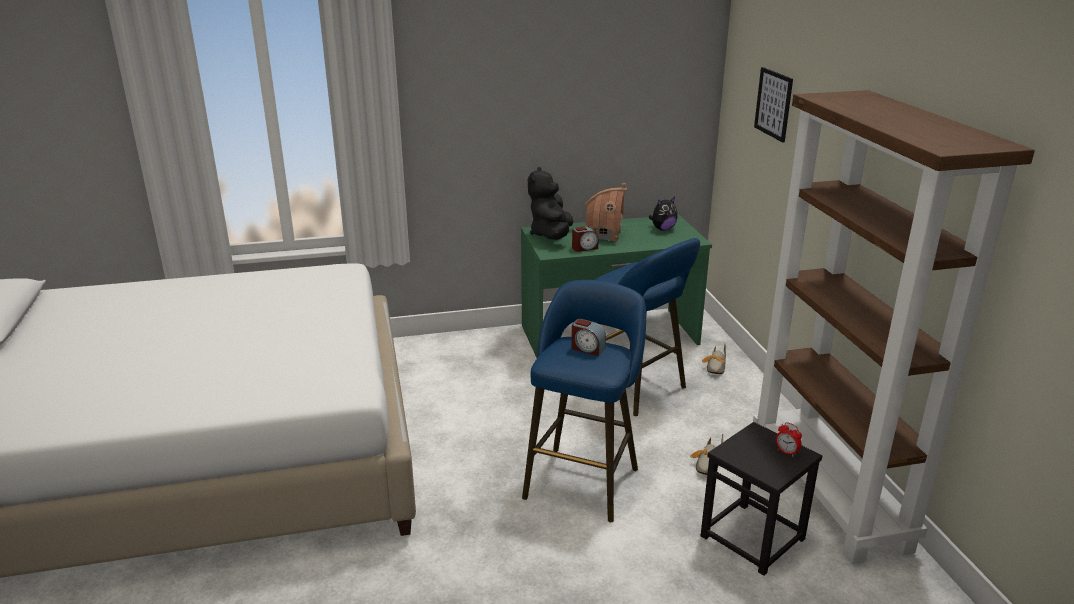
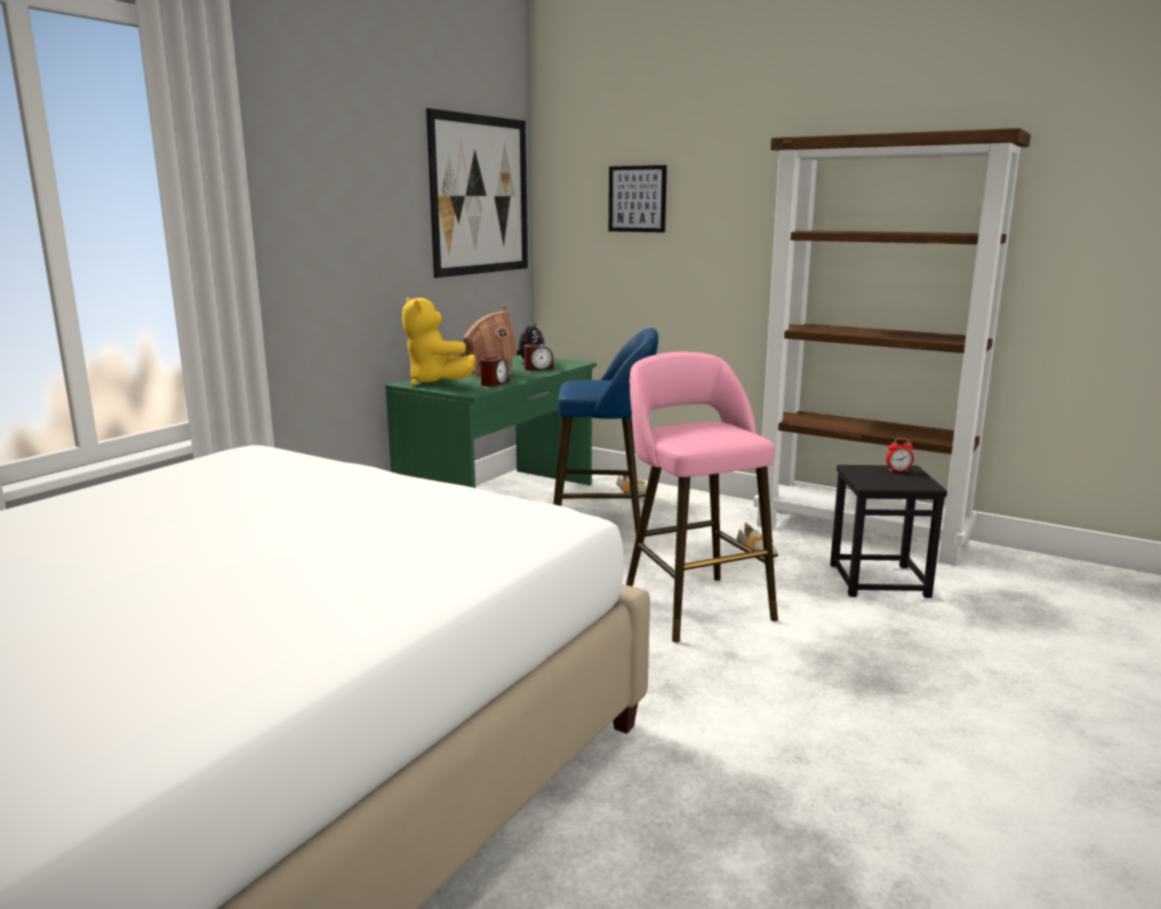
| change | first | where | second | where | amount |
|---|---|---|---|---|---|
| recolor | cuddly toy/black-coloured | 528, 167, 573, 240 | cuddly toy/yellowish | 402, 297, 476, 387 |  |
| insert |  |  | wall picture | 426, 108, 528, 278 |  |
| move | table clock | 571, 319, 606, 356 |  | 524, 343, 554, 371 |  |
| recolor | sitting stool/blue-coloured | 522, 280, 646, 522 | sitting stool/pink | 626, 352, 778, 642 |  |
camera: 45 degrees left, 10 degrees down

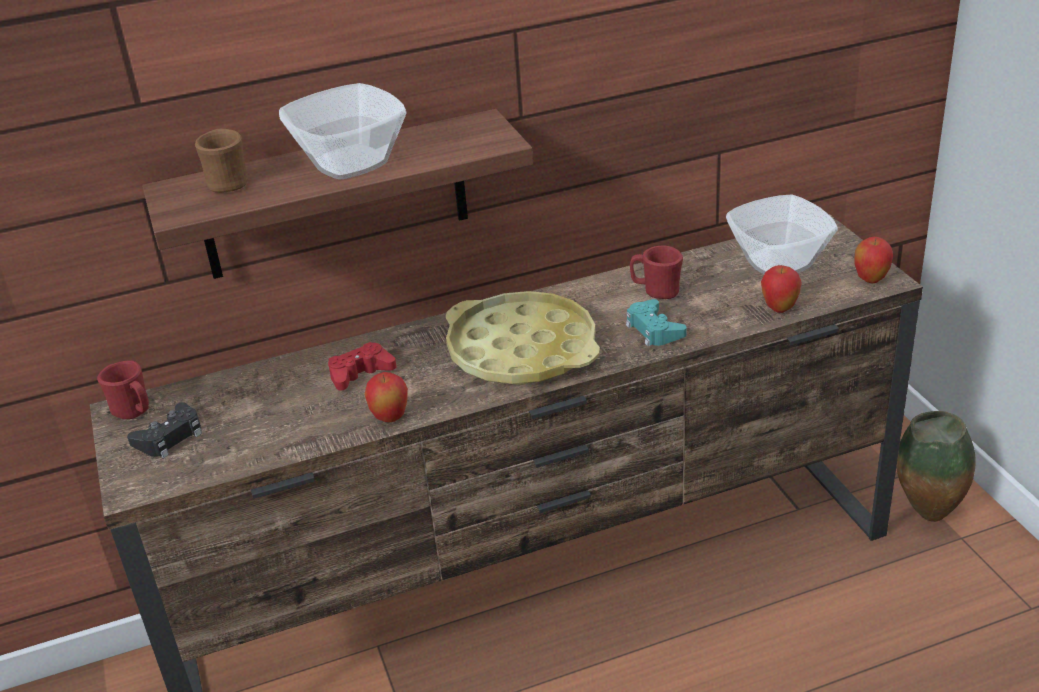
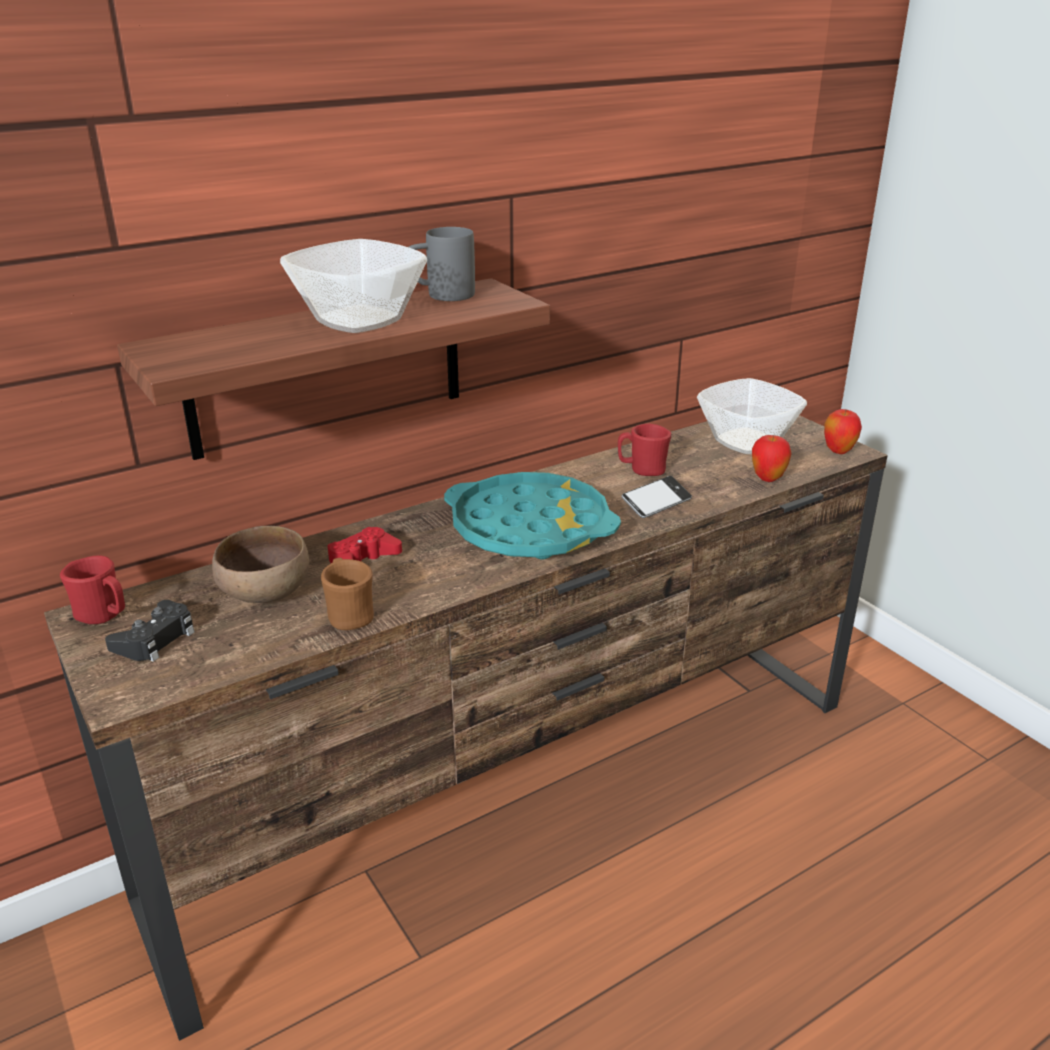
| change | first | where | second | where | amount |
|---|---|---|---|---|---|
| insert |  |  | serving bowl/brownish | 212, 526, 309, 603 |  |
| move | tea mug/brownish | 195, 128, 248, 193 |  | 321, 558, 374, 630 |  |
| insert |  |  | tea mug/grey | 409, 227, 475, 301 |  |
| recolor | carrying tray/yellowish | 446, 291, 600, 385 | carrying tray/turquoise | 444, 472, 621, 559 |  |
| replace | game controller/turquoise | 626, 299, 687, 346 | phone | 621, 476, 692, 518 |  |
| delete | apple | 364, 372, 408, 422 |  |  |  |
| delete | vase | 896, 411, 976, 522 |  |  |  |
camera: 15 degrees left, 5 degrees down

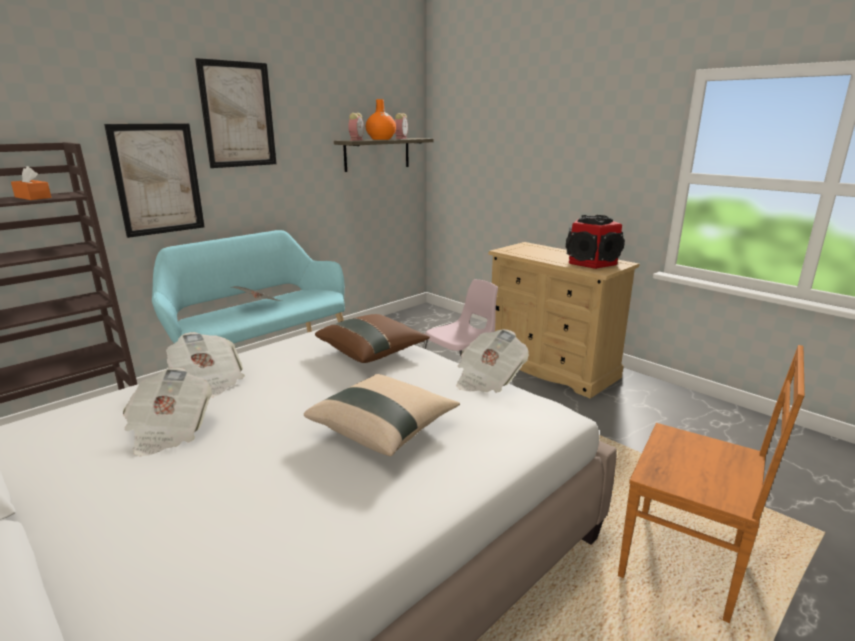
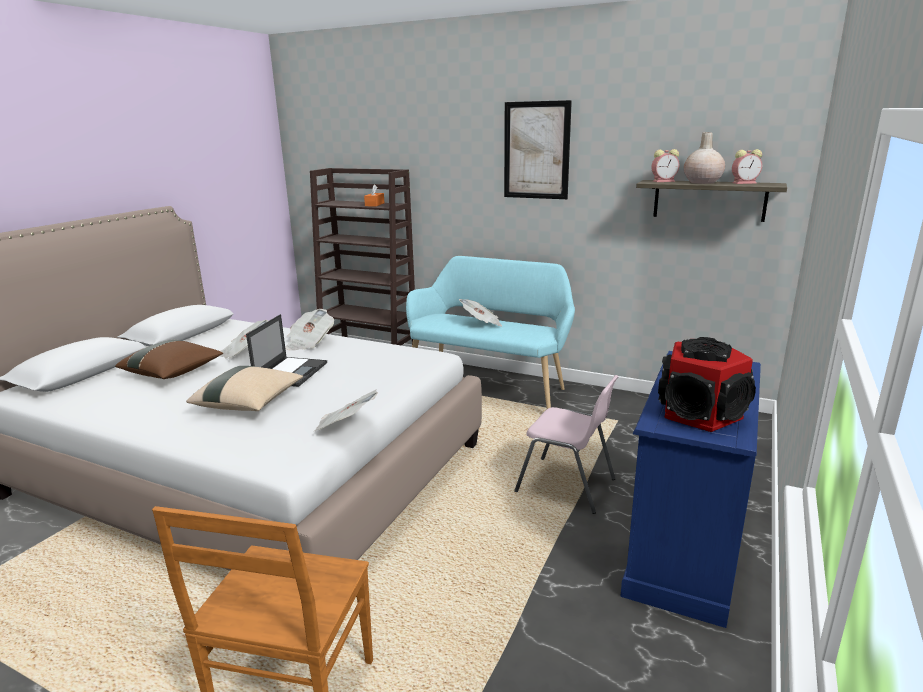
| change | first | where | second | where | amount |
|---|---|---|---|---|---|
| move | cushion/brownish | 315, 314, 430, 363 |  | 115, 340, 223, 379 |  |
| insert |  |  | notebook computer | 246, 314, 327, 387 |  |
| recolor | drawer chest/beige | 488, 242, 639, 398 | drawer chest/blue-coloured | 620, 351, 761, 628 |  |
| recolor | vase/orangey | 366, 99, 396, 140 | vase/beige | 684, 132, 725, 184 |  |
| delete | wall picture | 104, 123, 205, 238 |  |  |  |
camera: 70 degrees right, 0 degrees up

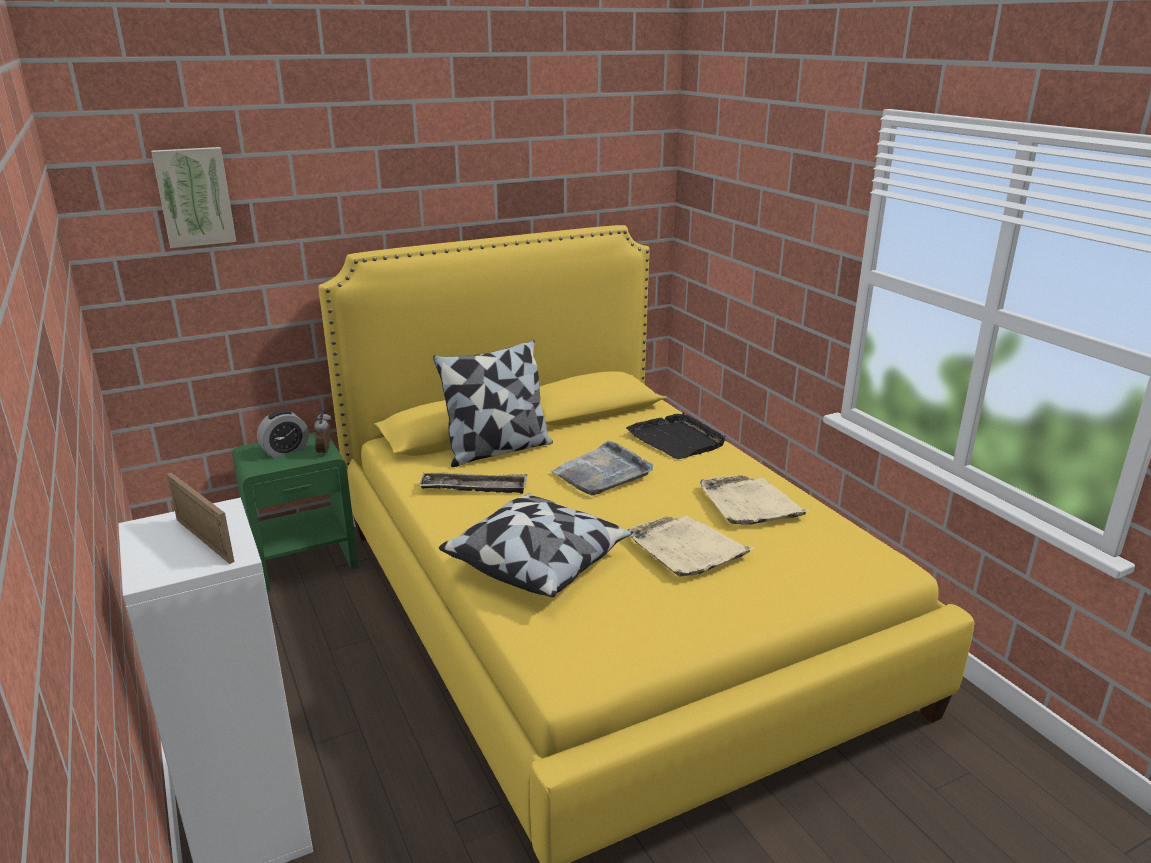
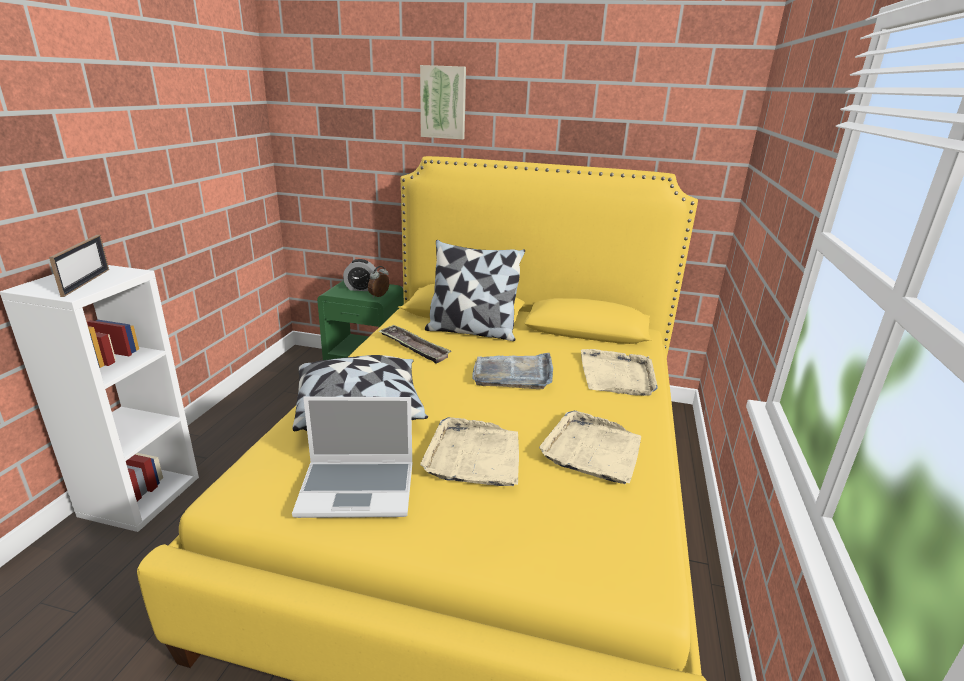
| change | first | where | second | where | amount |
|---|---|---|---|---|---|
| insert |  |  | notebook computer | 292, 397, 413, 518 |  |
| move | wall picture | 151, 147, 236, 248 |  | 420, 65, 466, 140 |  |
| recolor | carrying tray/black-coloured | 626, 412, 727, 459 | carrying tray/beige | 581, 349, 658, 396 |  |
camera: 40 degrees right, 0 degrees up

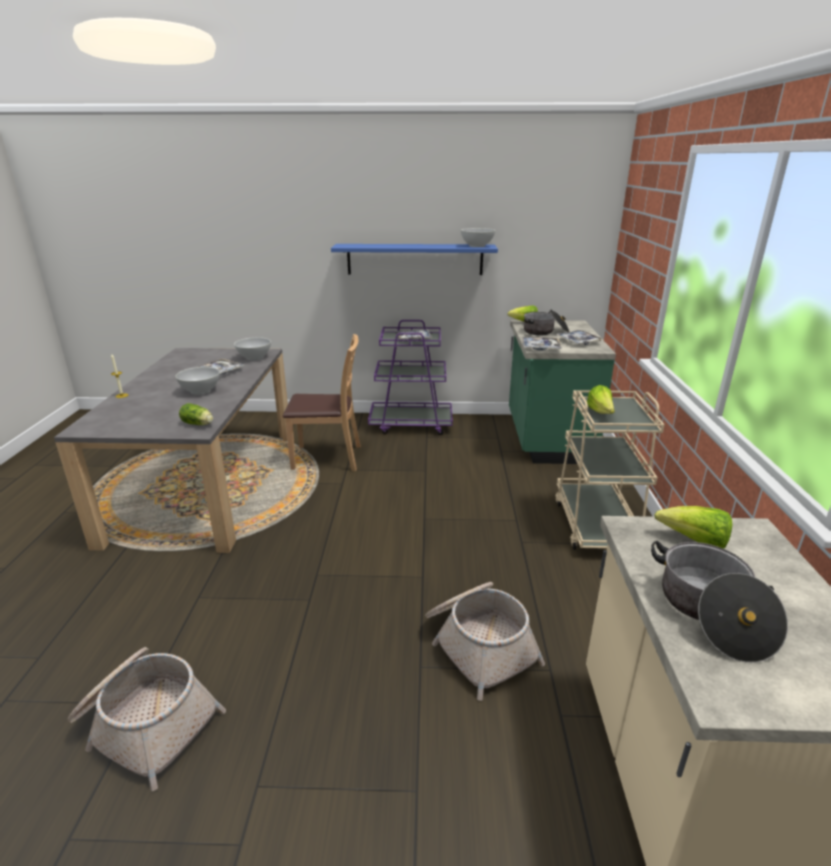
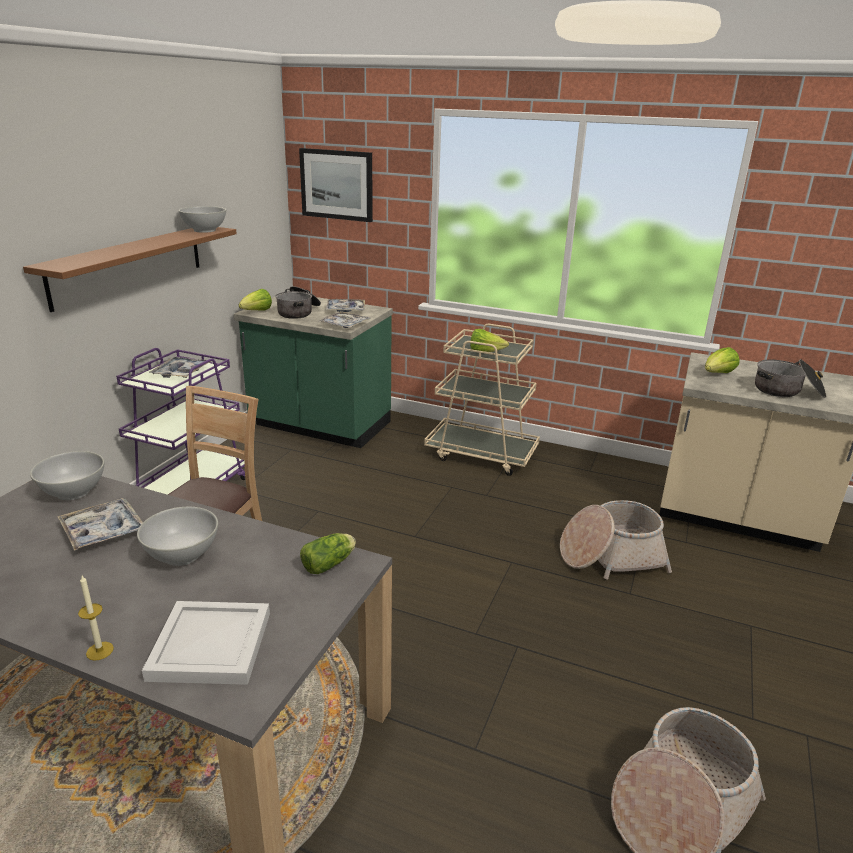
| change | first | where | second | where | amount |
|---|---|---|---|---|---|
| recolor | shelf/blue-coloured | 331, 244, 498, 275 | shelf/brownish | 23, 227, 237, 312 |  |
| insert |  |  | carrying tray/whitish | 142, 601, 270, 685 |  |
| insert |  |  | wall picture | 299, 148, 373, 222 |  |
camera: 70 degrees left, 0 degrees up

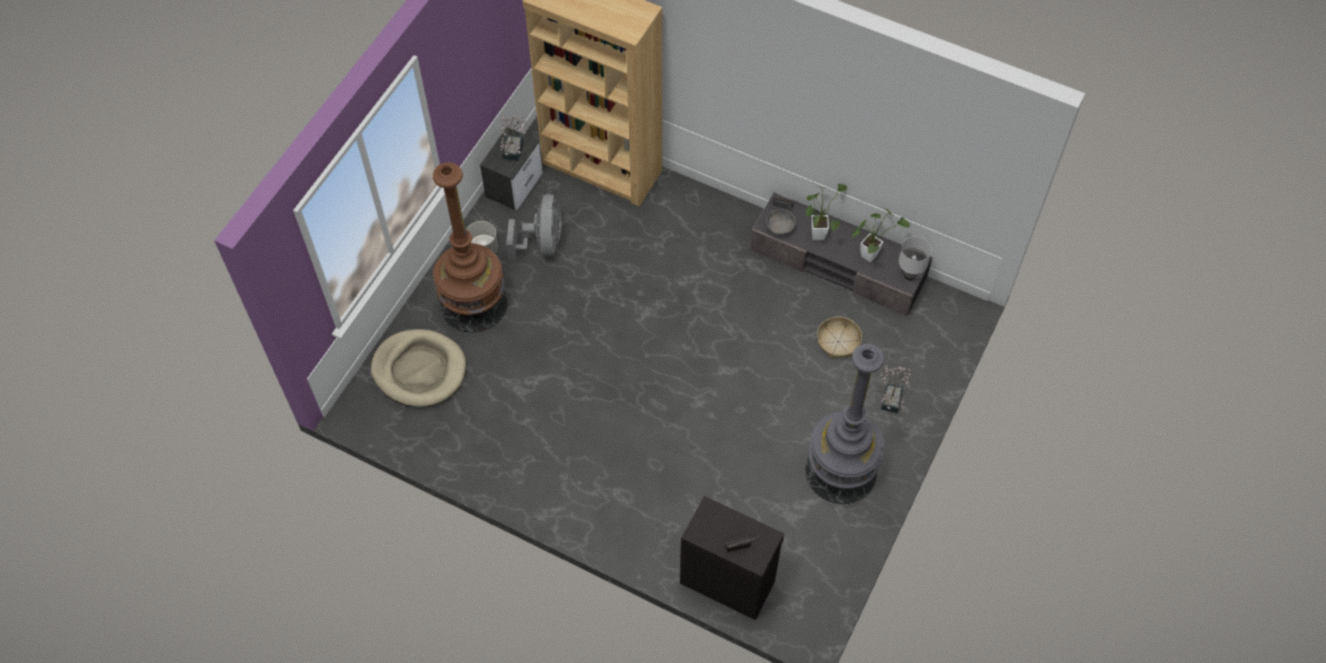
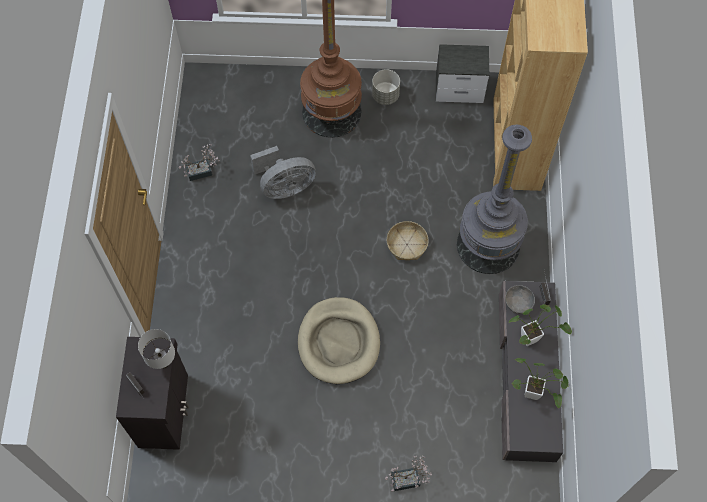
| change | first | where | second | where | amount |
|---|---|---|---|---|---|
| move | lamp for a table/whitish | 899, 236, 932, 280 |  | 138, 329, 175, 369 |  |
| move | houseplant | 498, 115, 526, 161 |  | 179, 144, 220, 181 |  |
| move | fan/grey | 506, 194, 562, 262 |  | 250, 146, 316, 199 |  |
| move | dog cushion/beige | 371, 329, 466, 407 |  | 298, 297, 380, 384 |  |
| move | basket | 817, 317, 862, 358 |  | 387, 221, 429, 260 |  |
| move | floor lamp/grey | 805, 344, 884, 504 |  | 457, 125, 532, 274 |  |
camera: 65 degrees right, 5 degrees up

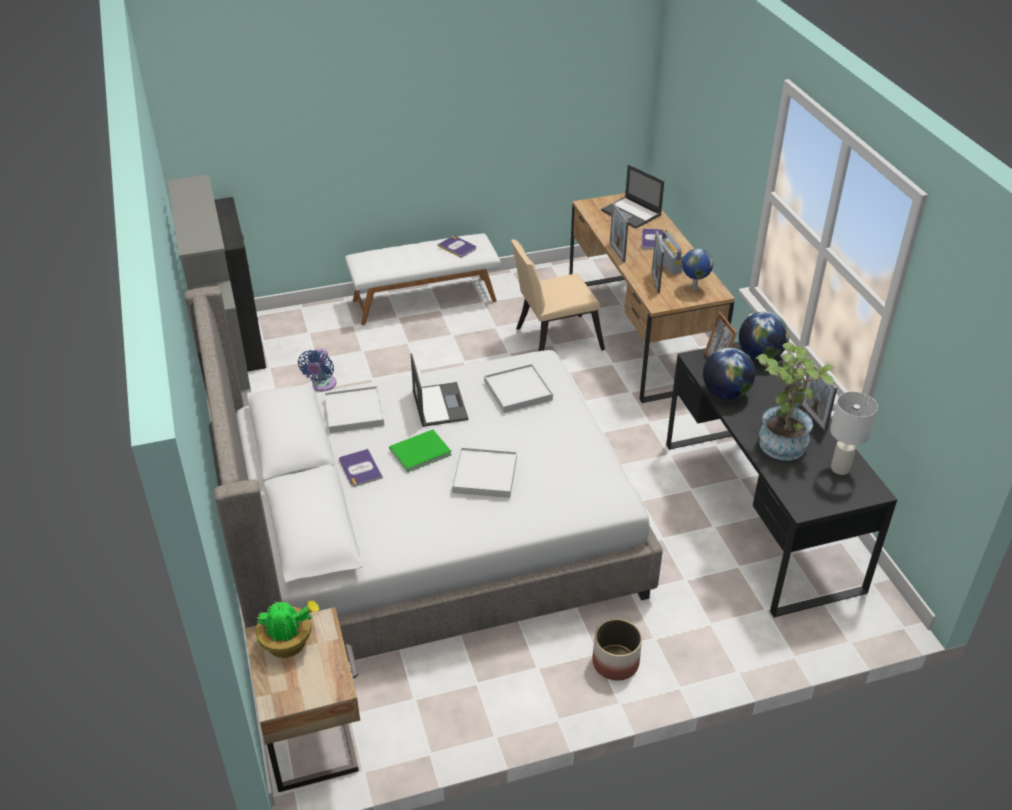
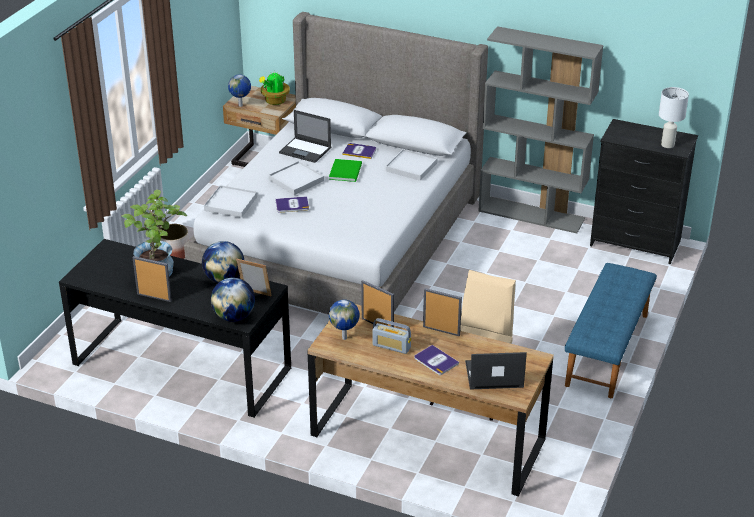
| change | first | where | second | where | amount |
|---|---|---|---|---|---|
| move | carrying tray/whitish | 484, 364, 553, 413 |  | 204, 185, 257, 218 |  |
| insert |  |  | desk globe | 228, 74, 251, 107 |  |
| move | volume | 437, 236, 476, 258 |  | 275, 196, 309, 213 |  |
| move | notebook computer | 411, 353, 468, 427 |  | 279, 110, 331, 163 |  |
| recolor | bench/whitish | 345, 233, 501, 325 | bench/blue-coloured | 565, 263, 657, 398 |  |
| move | lamp for a table/whitish | 830, 391, 878, 475 |  | 659, 87, 689, 148 |  |
| delete | fan/blue-coloured | 298, 348, 336, 392 |  |  |  |
camera: 130 degrees right, 5 degrees down

